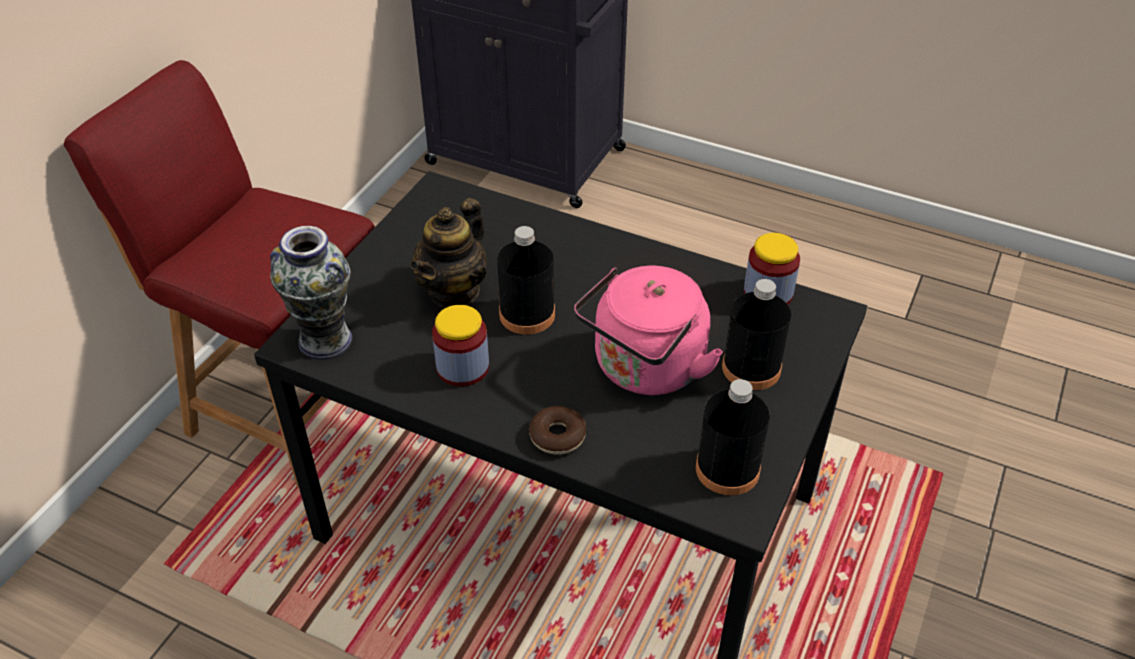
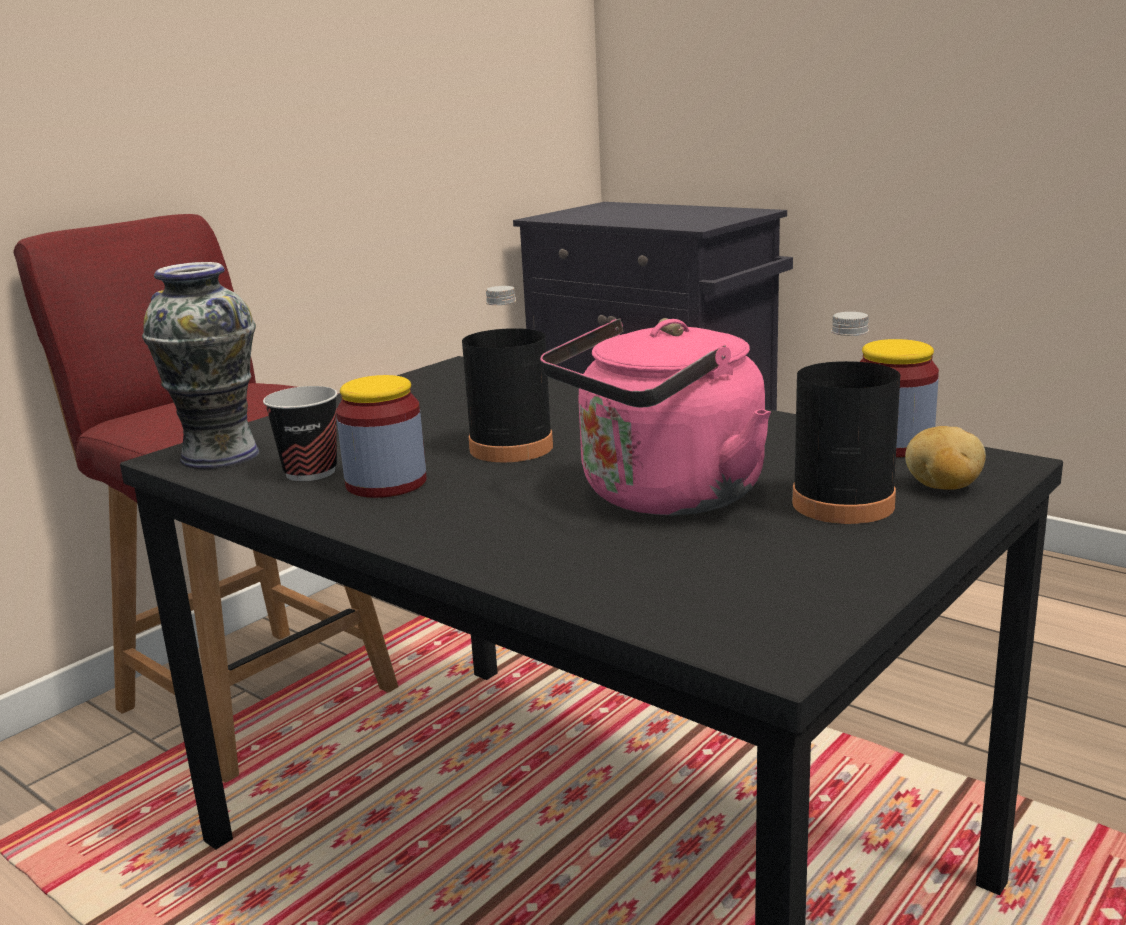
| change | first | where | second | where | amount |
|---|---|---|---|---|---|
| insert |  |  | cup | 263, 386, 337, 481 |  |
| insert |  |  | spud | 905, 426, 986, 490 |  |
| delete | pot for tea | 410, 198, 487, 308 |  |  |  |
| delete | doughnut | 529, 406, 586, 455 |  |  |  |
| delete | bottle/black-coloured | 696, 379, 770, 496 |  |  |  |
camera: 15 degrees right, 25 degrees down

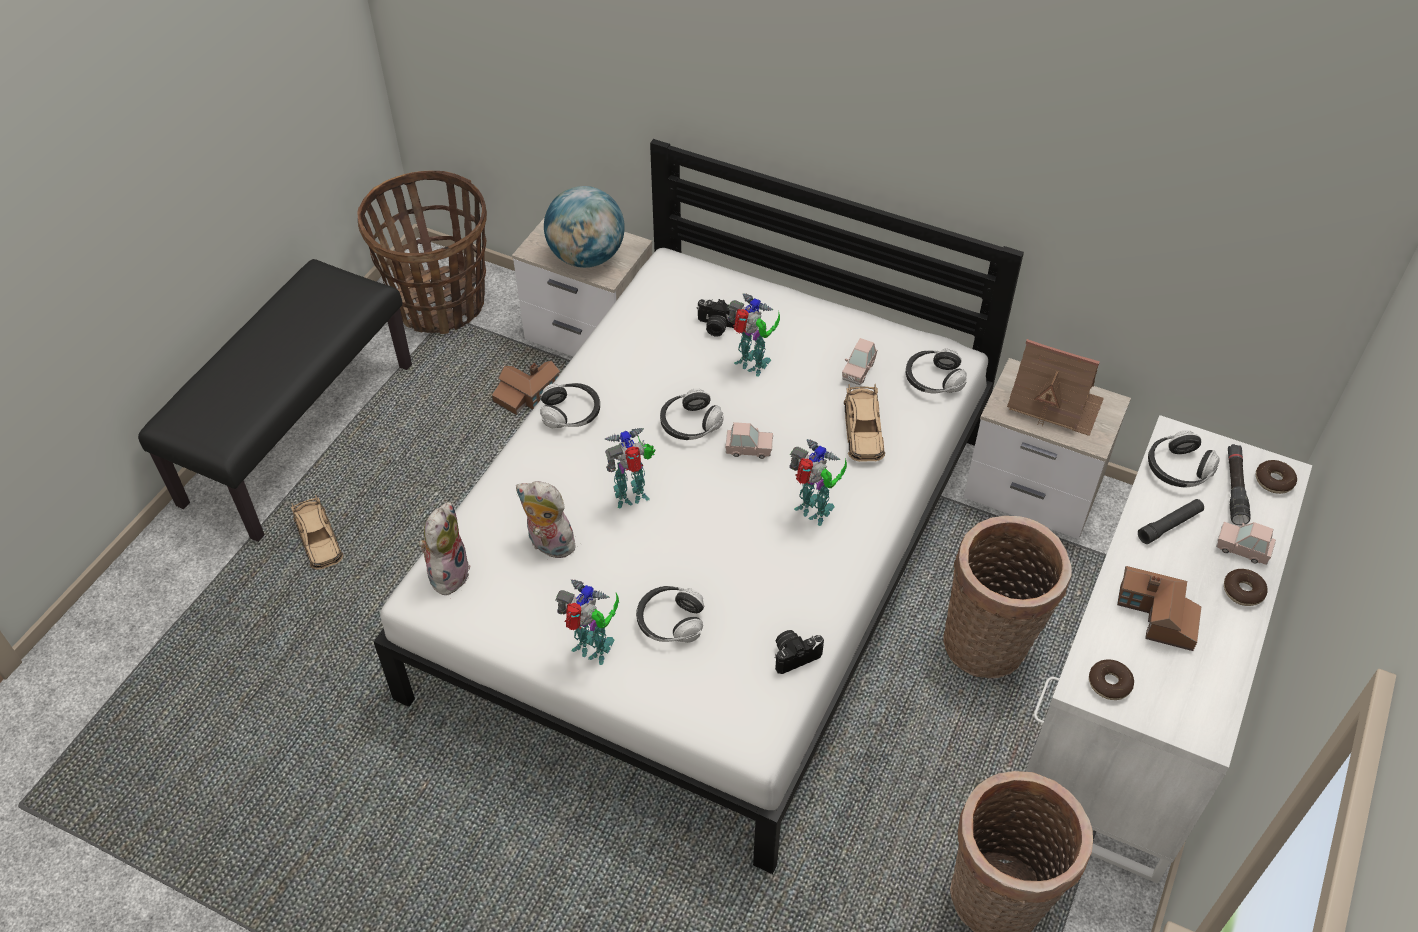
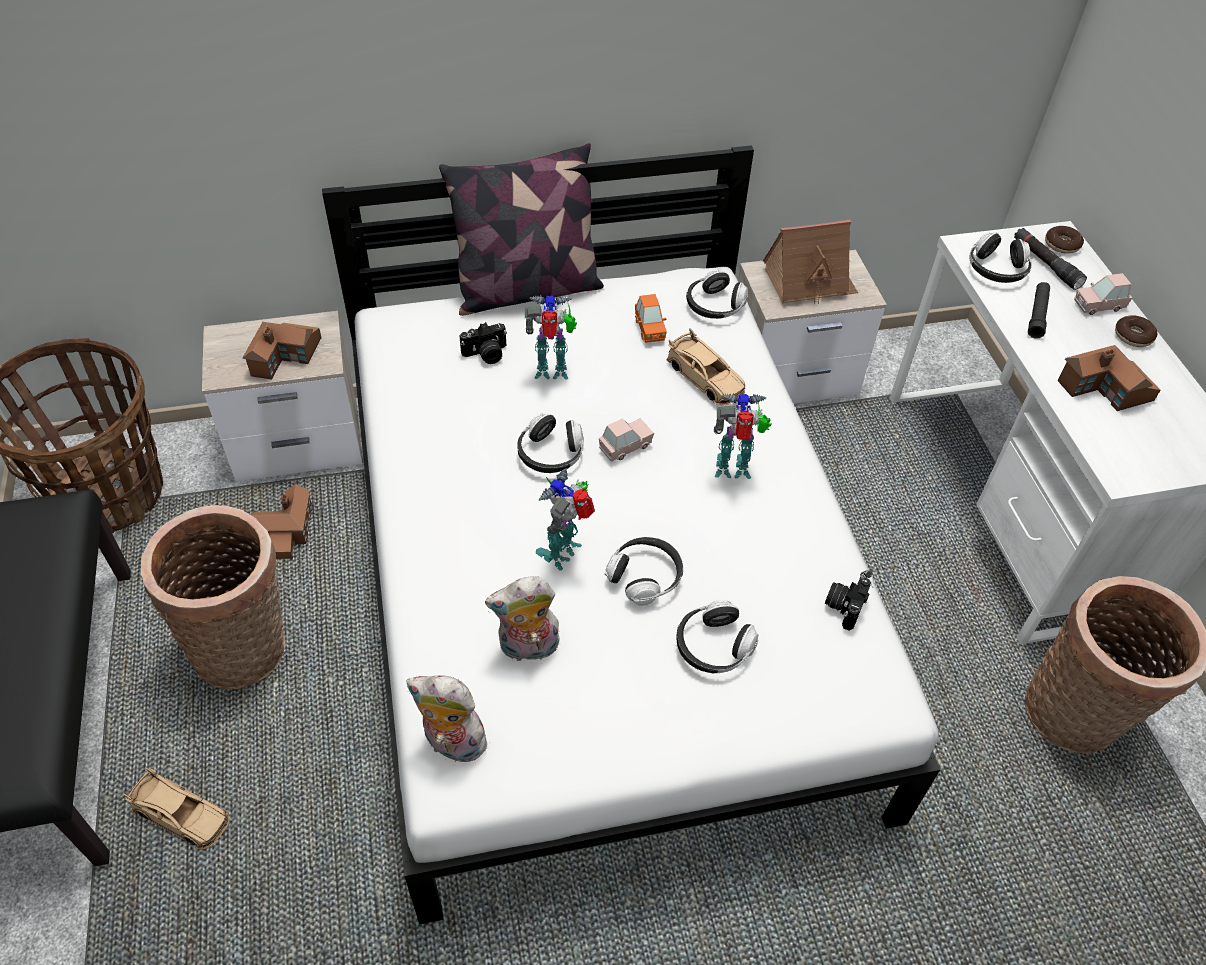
| change | first | where | second | where | amount |
|---|---|---|---|---|---|
| move | basket | 943, 516, 1072, 678 |  | 141, 505, 285, 689 |  |
| replace | desk globe | 544, 186, 625, 268 | model house | 243, 322, 322, 379 |  |
| rotate | cuddly toy | 419, 502, 471, 596 |  | 406, 675, 487, 762 | 45 degrees counterclockwise |
| insert |  |  | cushion | 439, 143, 604, 316 |  |
| move | headset | 540, 383, 600, 428 |  | 605, 537, 683, 606 |  |
| recolor | model car/pink | 842, 338, 877, 385 | model car/orangey | 635, 294, 667, 343 |  |
| delete | toy robot | 555, 580, 619, 665 |  |  |  |
| delete | doughnut | 1089, 659, 1134, 700 |  |  |  |
camera: 40 degrees left, 0 degrees up

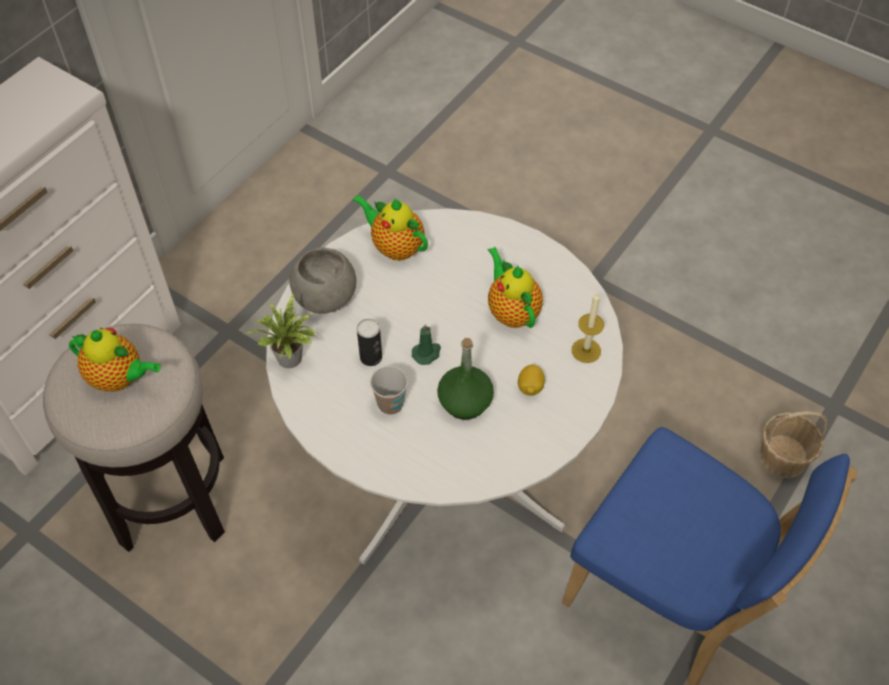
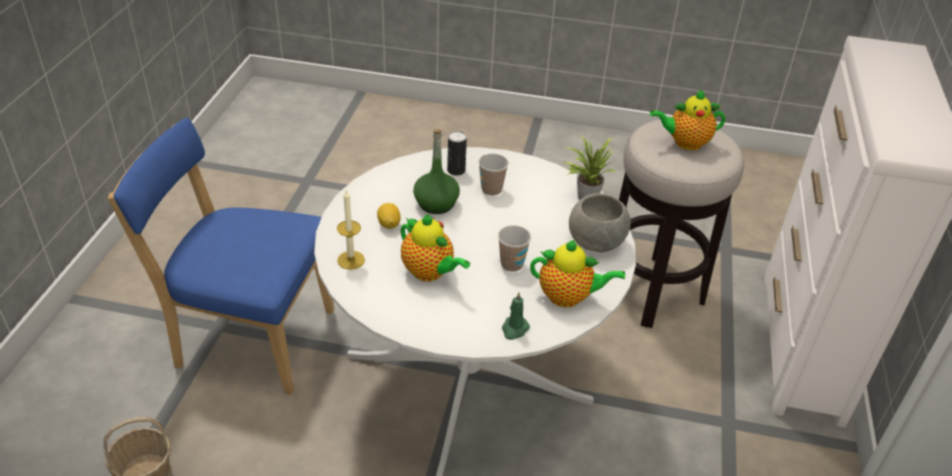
| change | first | where | second | where | amount |
|---|---|---|---|---|---|
| move | can | 357, 319, 382, 366 |  | 447, 131, 467, 176 |  |
| insert |  |  | cup | 498, 225, 531, 272 |  |
| move | wax light/green-coloured | 412, 324, 441, 365 |  | 502, 292, 530, 340 |  |
camera: 155 degrees right, 15 degrees down

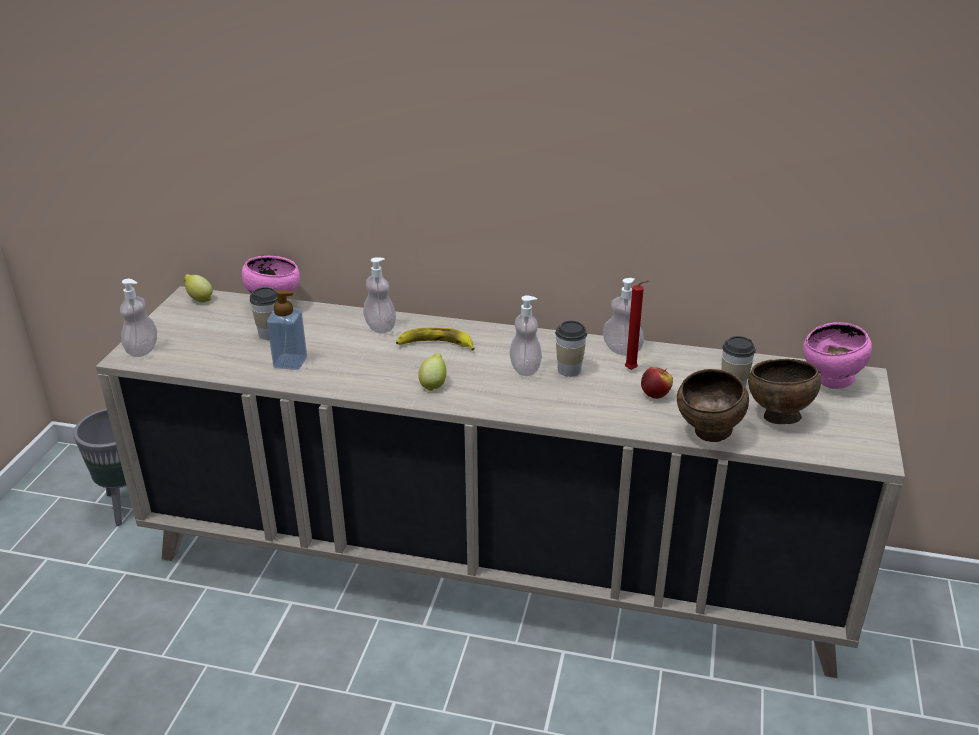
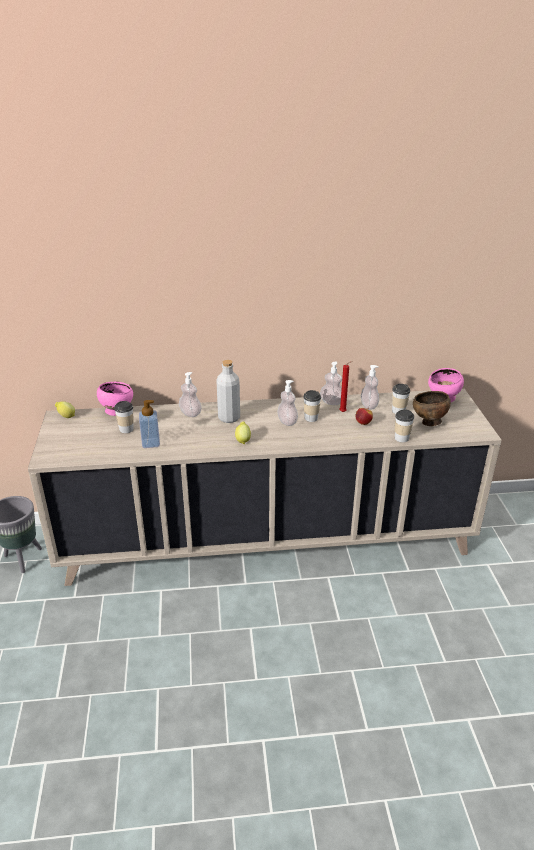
| change | first | where | second | where | amount |
|---|---|---|---|---|---|
| replace | banana | 396, 327, 475, 350 | bottle/grey | 216, 360, 240, 423 |  |
| move | liquid soap bottle | 120, 279, 157, 357 |  | 361, 365, 379, 409 |  |
| replace | serving bowl/brownish | 677, 369, 749, 442 | cup | 395, 409, 414, 442 |  |
camera: 20 degrees left, 0 degrees up

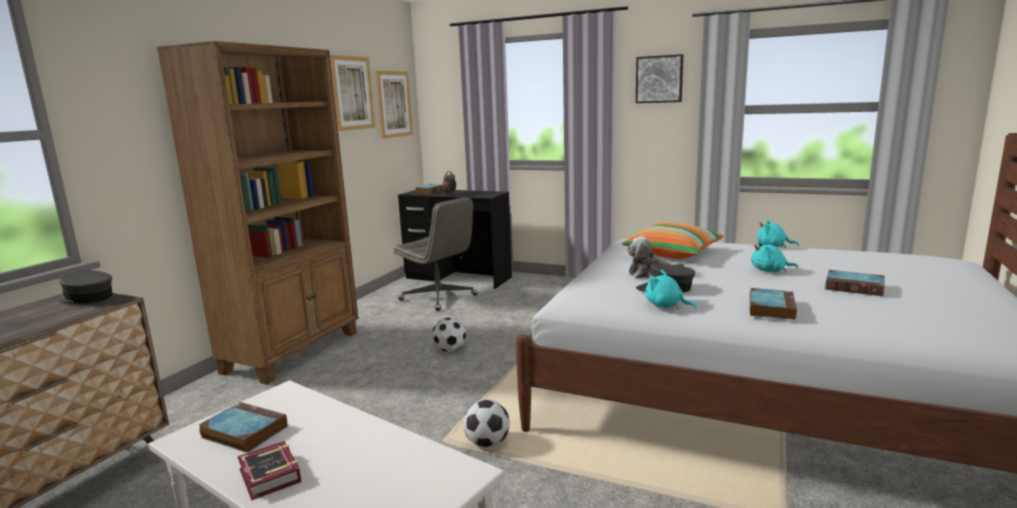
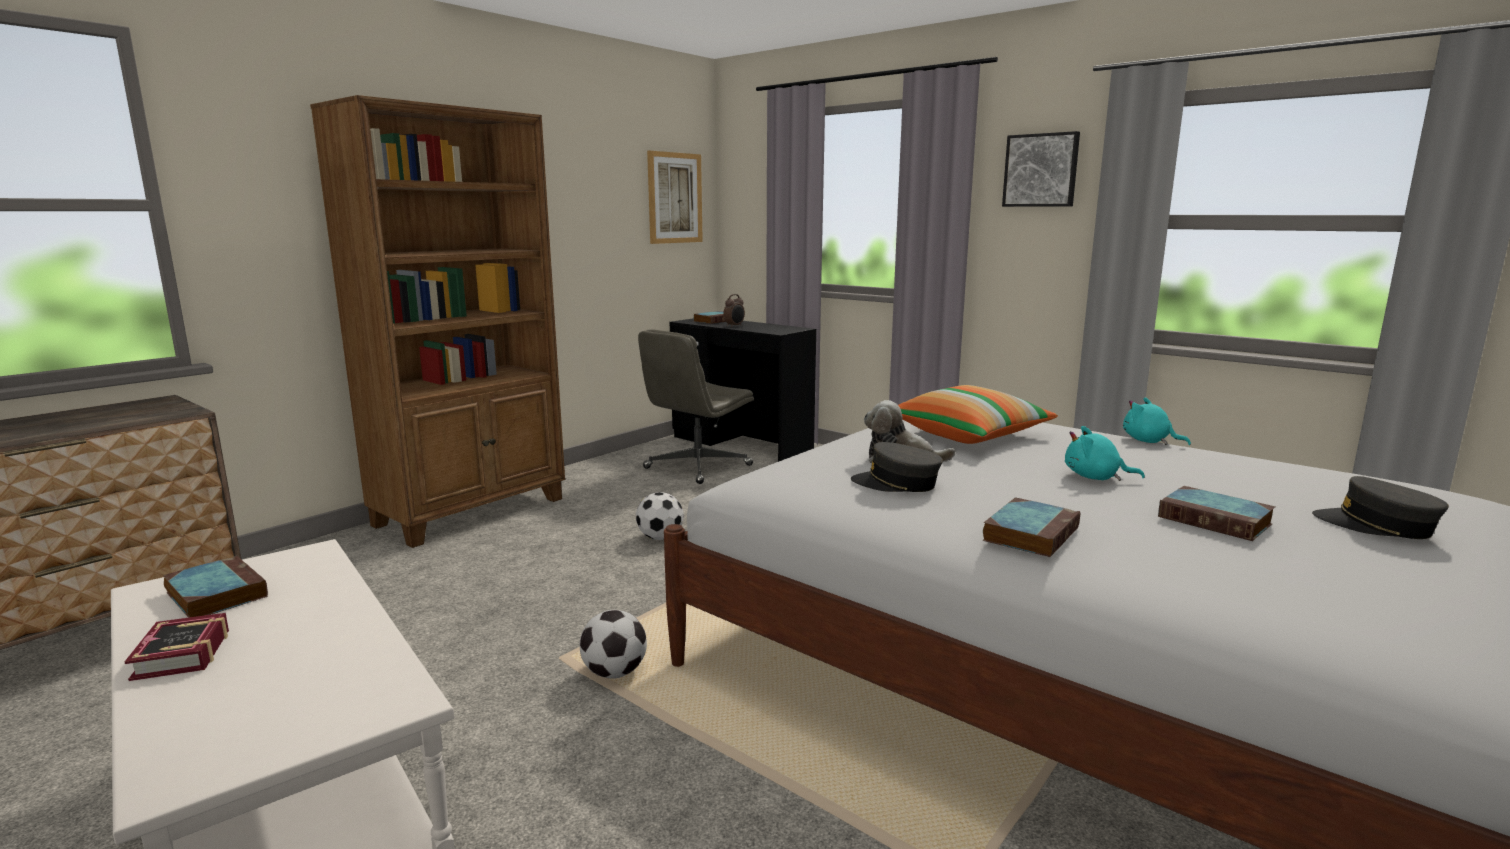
| change | first | where | second | where | amount |
|---|---|---|---|---|---|
| rotate | office chair/grey | 393, 197, 478, 311 |  | 638, 330, 754, 484 | 75 degrees clockwise |
| move | baseball cap/grey | 57, 270, 112, 304 |  | 1312, 476, 1449, 539 |  |
| delete | wall picture | 330, 55, 375, 131 |  |  |  |
| delete | cuddly toy/turquoise | 645, 269, 696, 309 |  |  |  |
camera: 15 degrees right, 0 degrees up

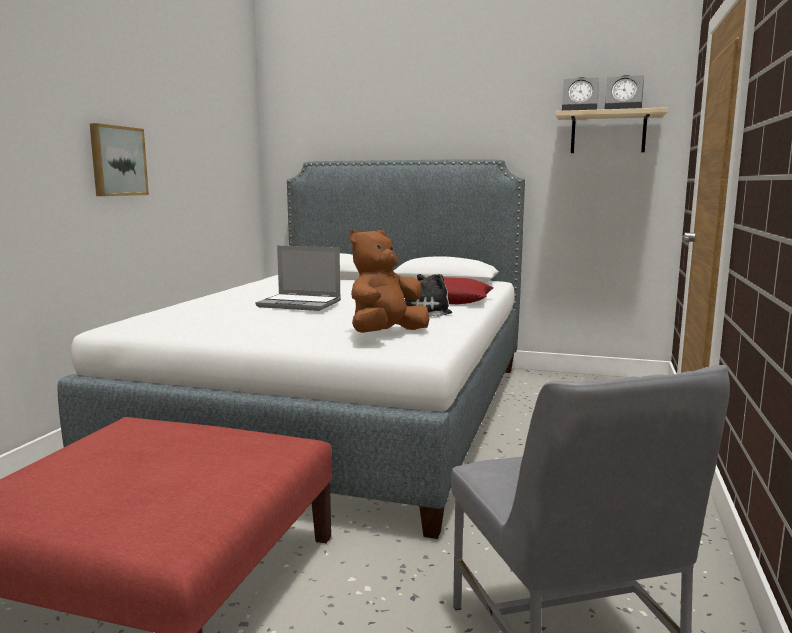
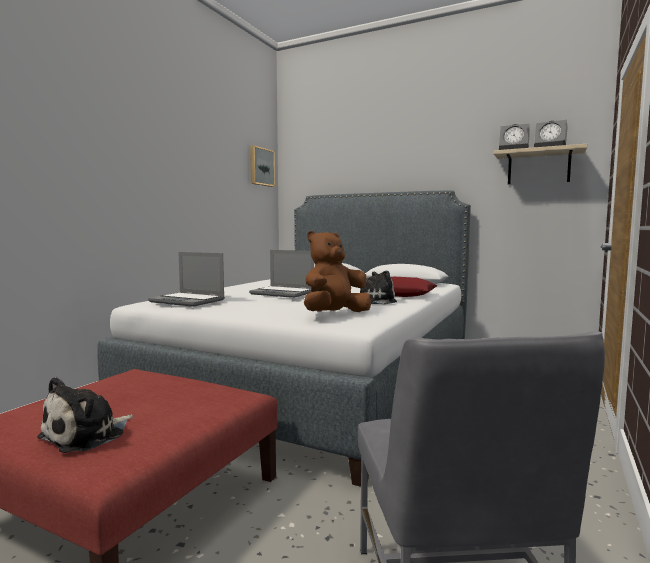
| change | first | where | second | where | amount |
|---|---|---|---|---|---|
| insert |  |  | cuddly toy | 37, 377, 133, 453 |  |
| insert |  |  | notebook computer | 148, 252, 225, 307 |  |
| move | wall picture | 90, 123, 149, 196 |  | 250, 145, 275, 187 |  |
camera: 10 degrees right, 5 degrees down

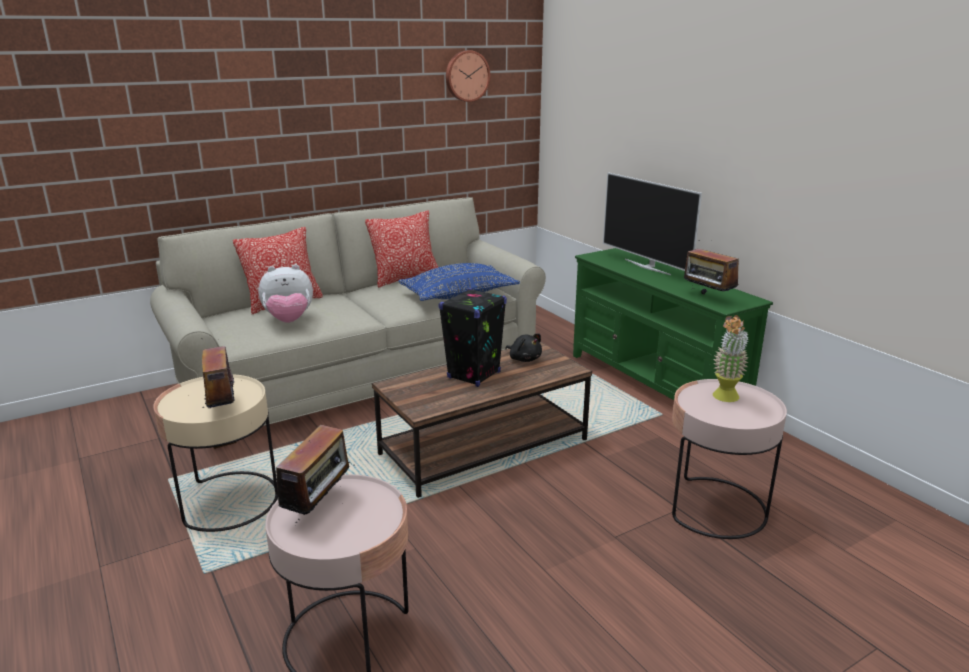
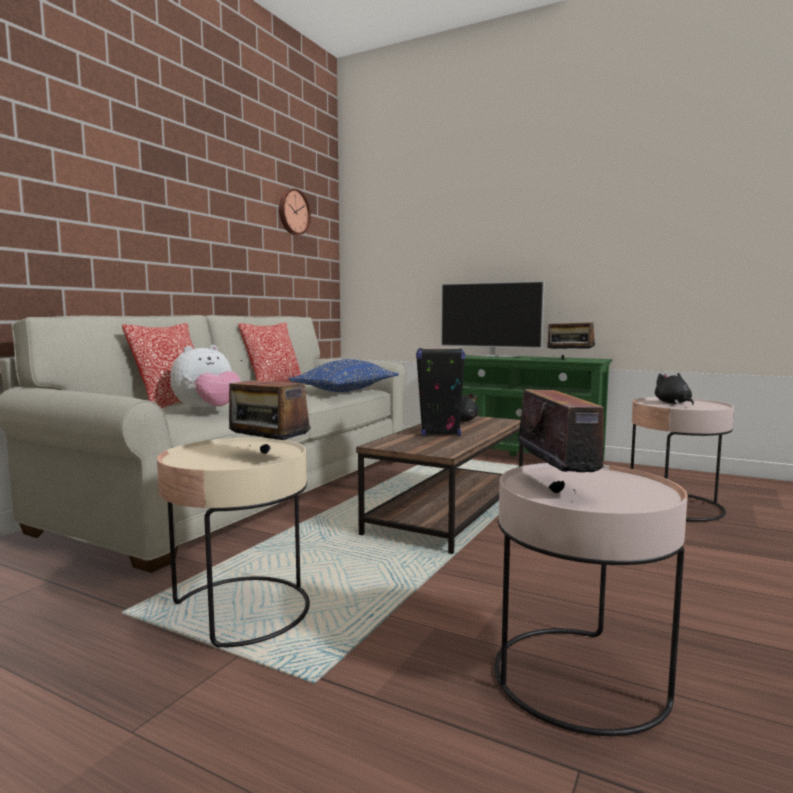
| change | first | where | second | where | amount |
|---|---|---|---|---|---|
| replace | houseplant | 713, 315, 749, 402 | cuddly toy/black-coloured | 655, 373, 694, 405 |  |
camera: 30 degrees left, 15 degrees down

